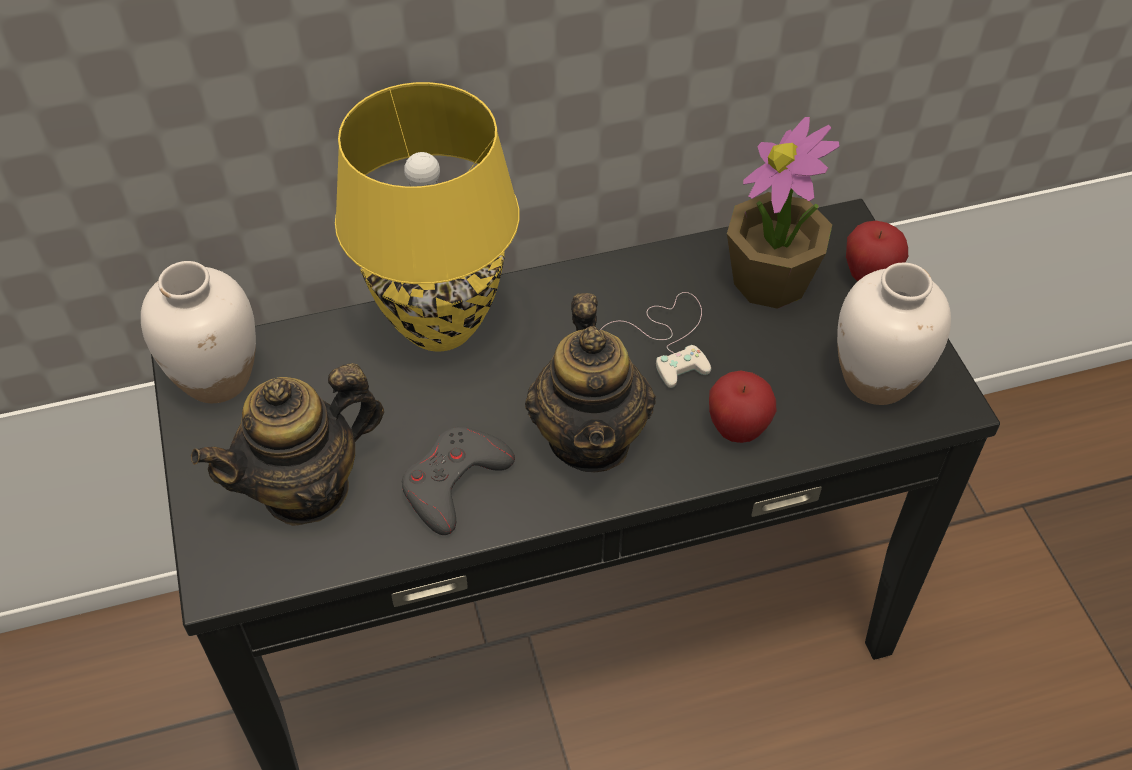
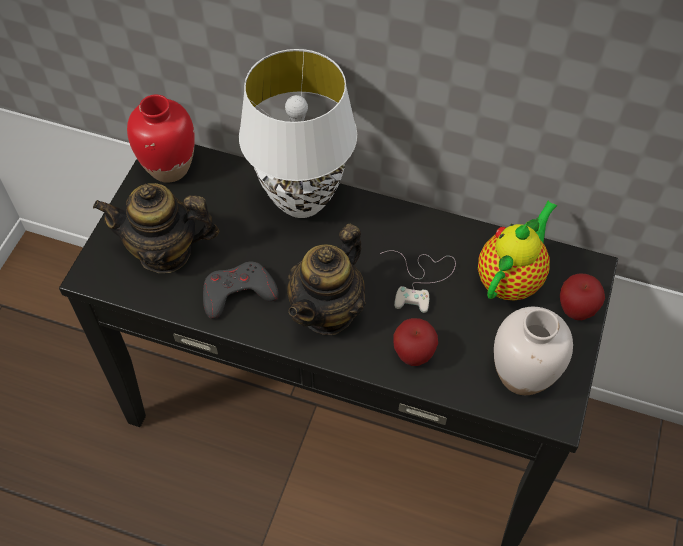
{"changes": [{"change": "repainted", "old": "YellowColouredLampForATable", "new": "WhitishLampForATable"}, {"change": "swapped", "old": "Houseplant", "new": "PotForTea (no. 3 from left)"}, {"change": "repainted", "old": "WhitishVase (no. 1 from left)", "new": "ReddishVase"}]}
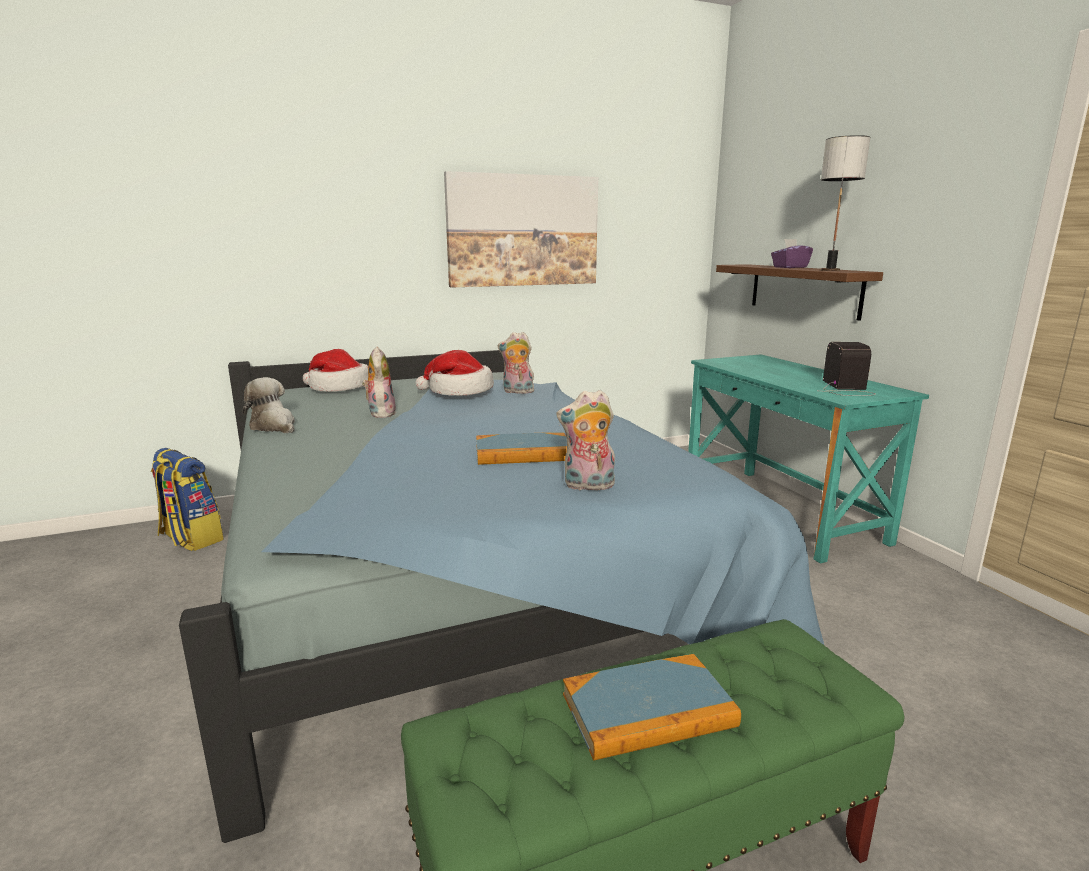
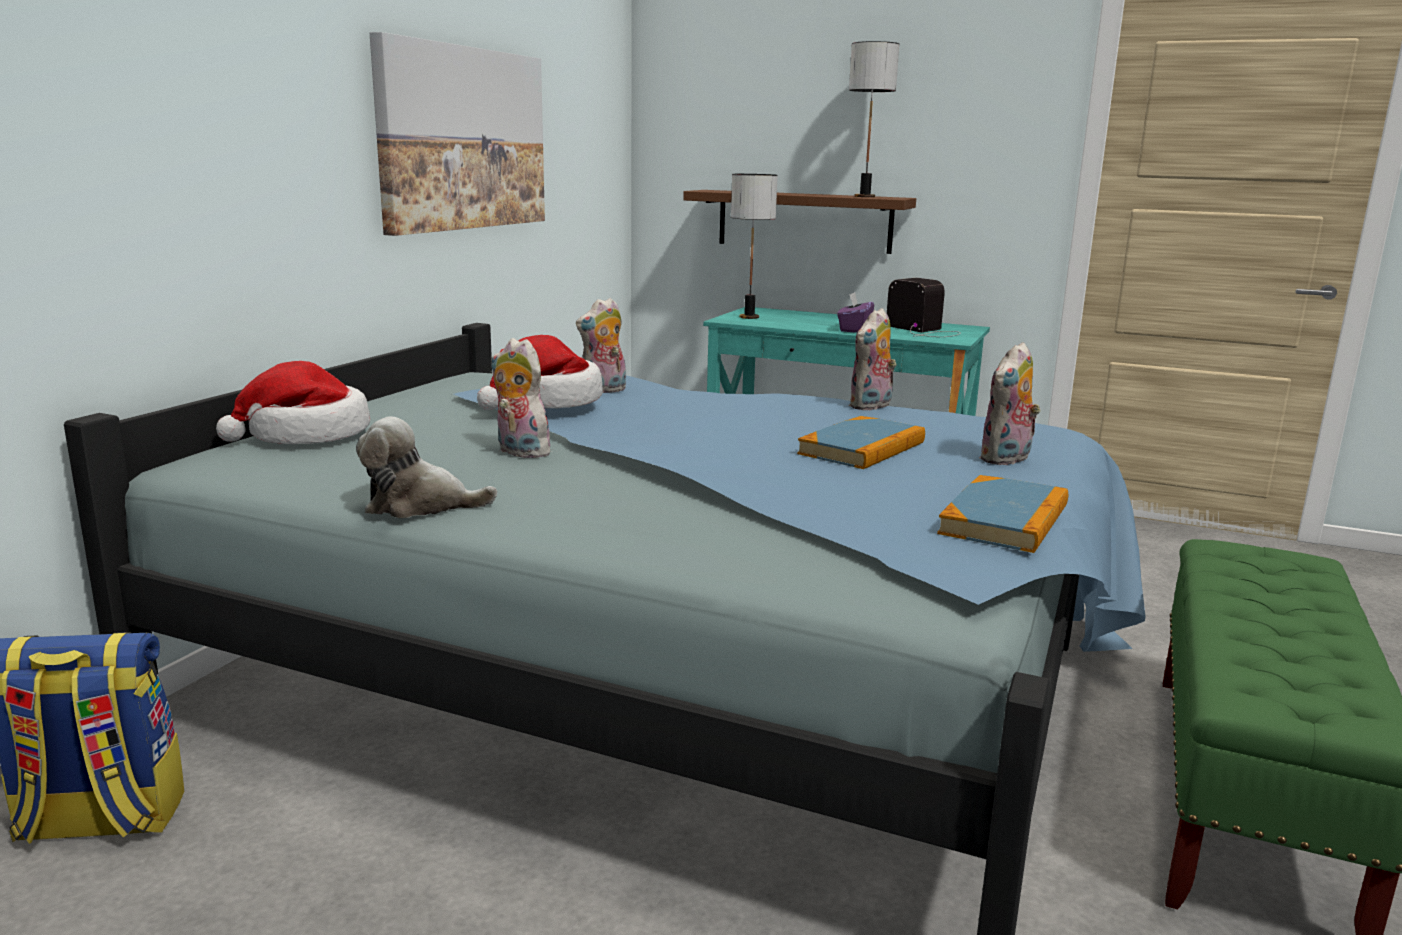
{"changes": [{"change": "shifted", "old": "PurplishTissueHolder"}, {"change": "shifted", "old": "Book (no. 2 from left)"}, {"change": "new", "new": "LampForATable (no. 1 from left)"}, {"change": "new", "new": "PlushToy (no. 4 from left)"}]}
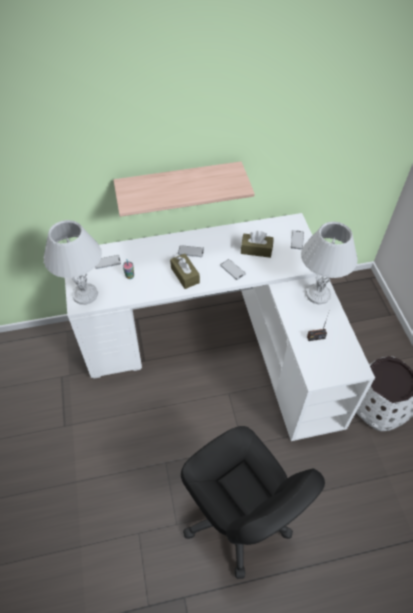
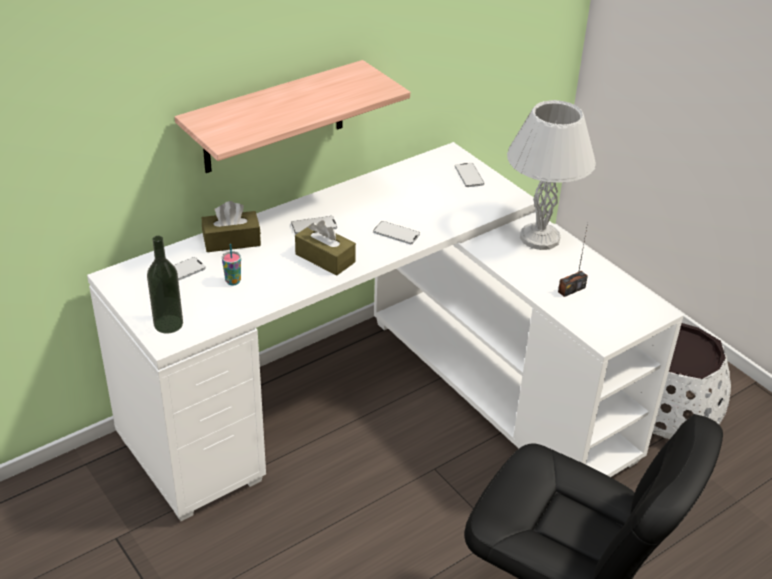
{"changes": [{"change": "swapped", "old": "WhitishLampForATable (no. 1 from left)", "new": "BeverageBottle"}, {"change": "shifted", "old": "BrownColouredTissueHolder (no. 2 from left in the first image)", "new": "BrownColouredTissueHolder (no. 1 from left)"}]}
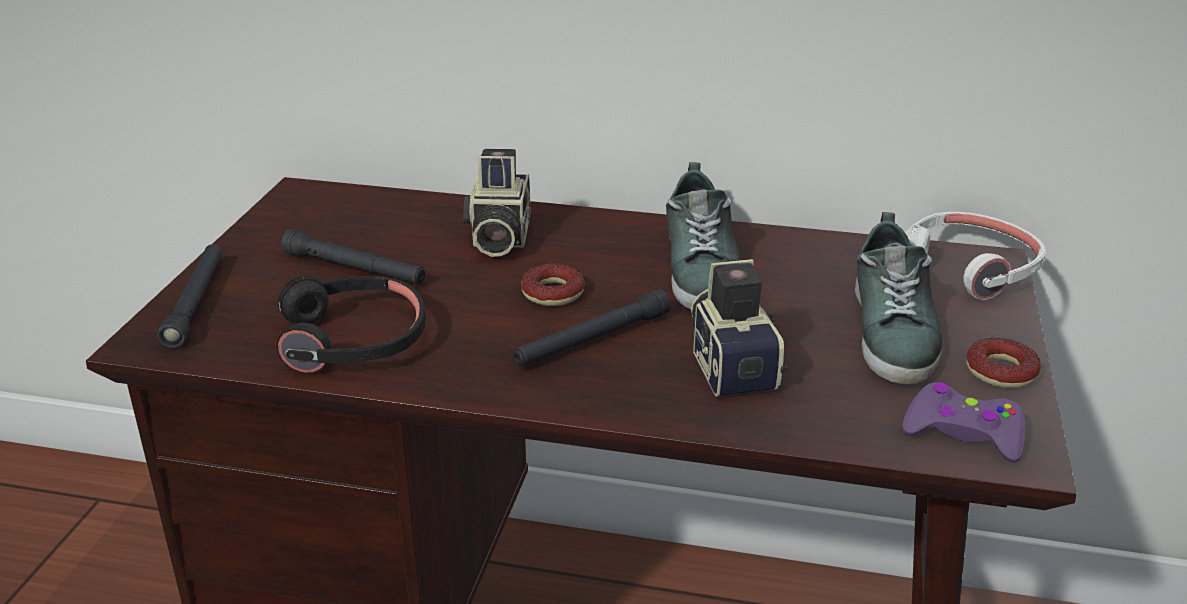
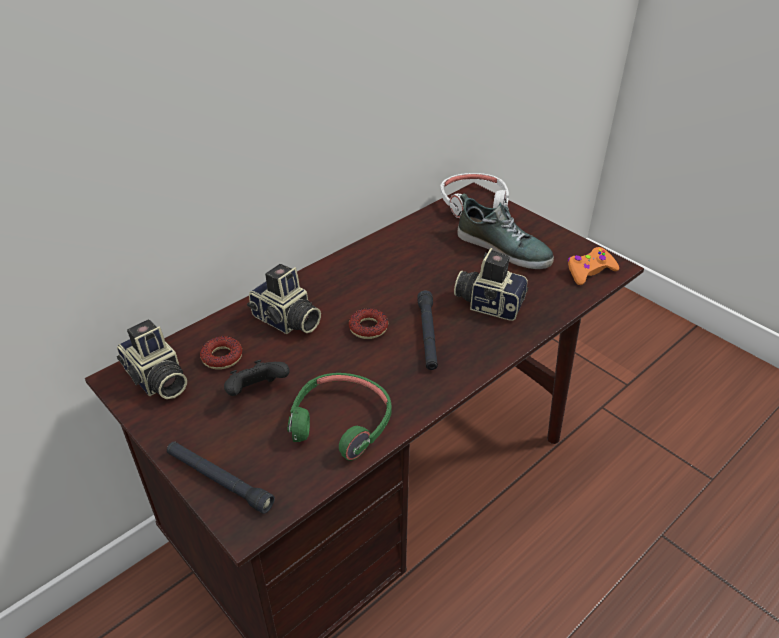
{"changes": [{"change": "gone", "old": "Shoe (no. 1 from left)"}, {"change": "swapped", "old": "BlackFlashlight (no. 2 from left)", "new": "BlackGameController"}, {"change": "repainted", "old": "BlackHeadset", "new": "GreenColouredHeadset"}, {"change": "shifted", "old": "RingDoughnut (no. 2 from left in the first image)", "new": "RingDoughnut (no. 1 from left)"}, {"change": "repainted", "old": "PurplishGameController", "new": "OrangeGameController"}, {"change": "new", "new": "StillCamera (no. 1 from left)"}]}
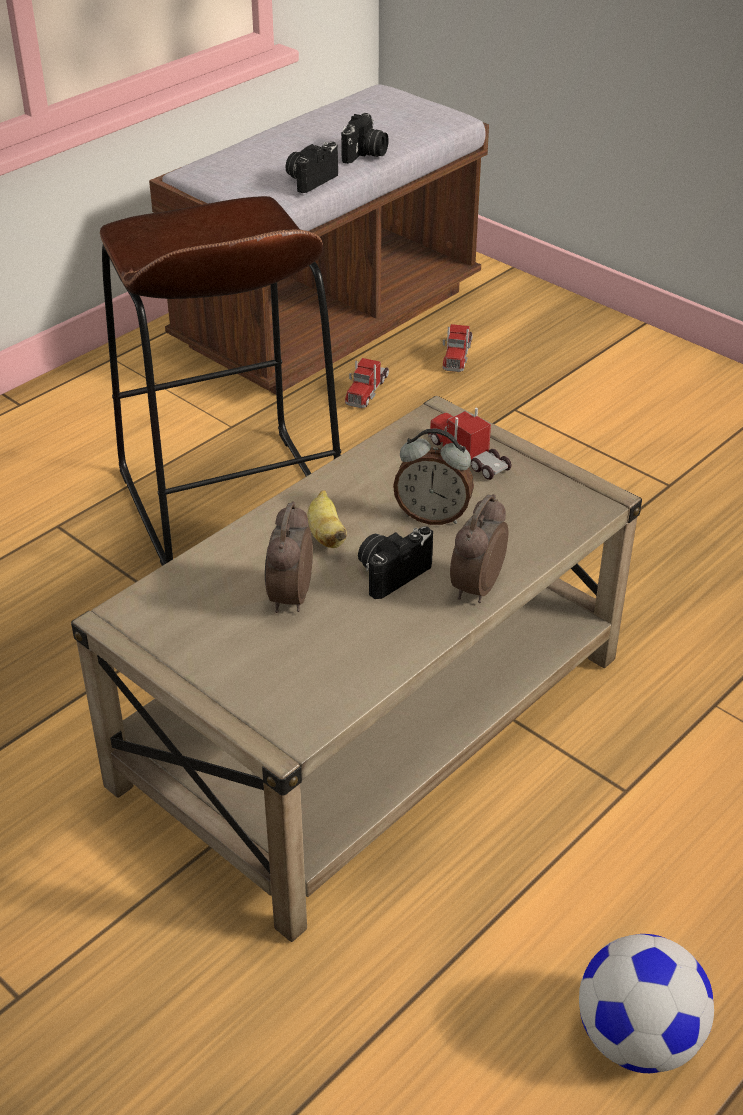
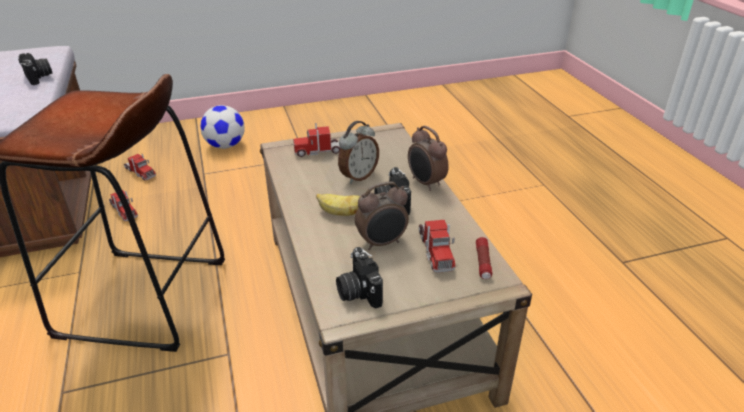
{"changes": [{"change": "shifted", "old": "StillCamera (no. 1 from left in the first image)", "new": "StillCamera (no. 2 from left)"}, {"change": "rotated", "old": "AlarmClock (no. 1 from left in the first image)", "degrees": -60}, {"change": "shifted", "old": "Football"}, {"change": "new", "new": "ToyTruck (no. 4 from left)"}, {"change": "new", "new": "Flashlight"}]}
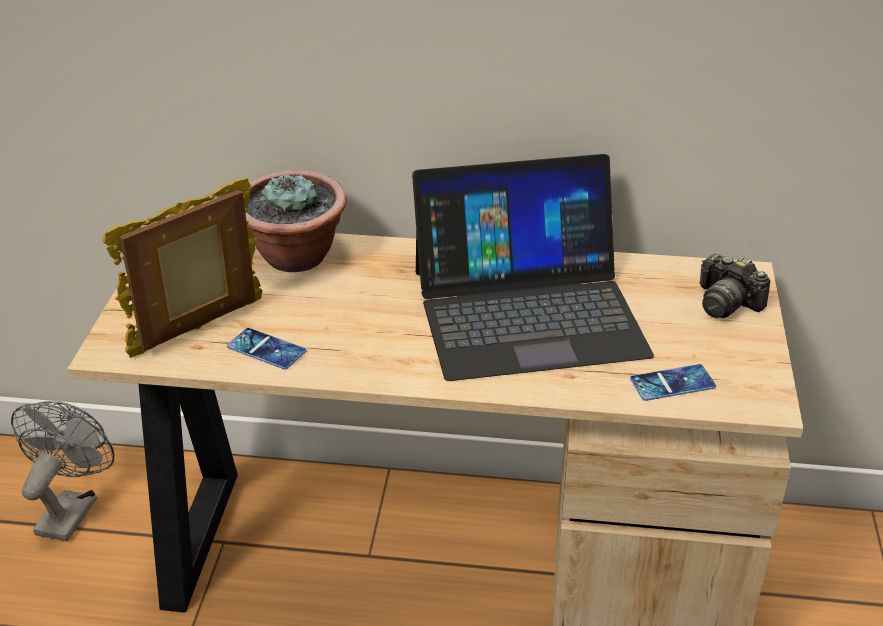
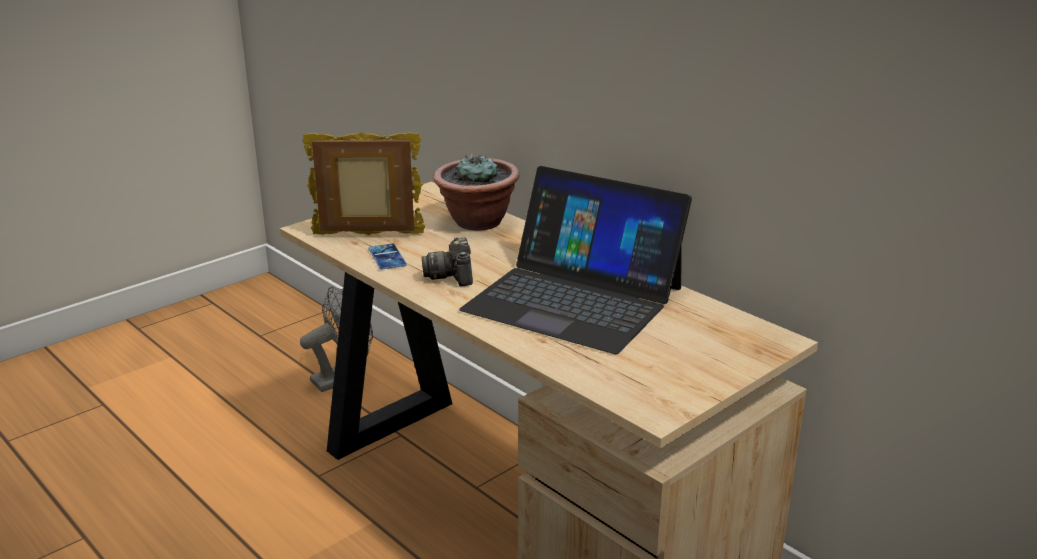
{"changes": [{"change": "shifted", "old": "StillCamera"}, {"change": "gone", "old": "Phone (no. 2 from left)"}]}
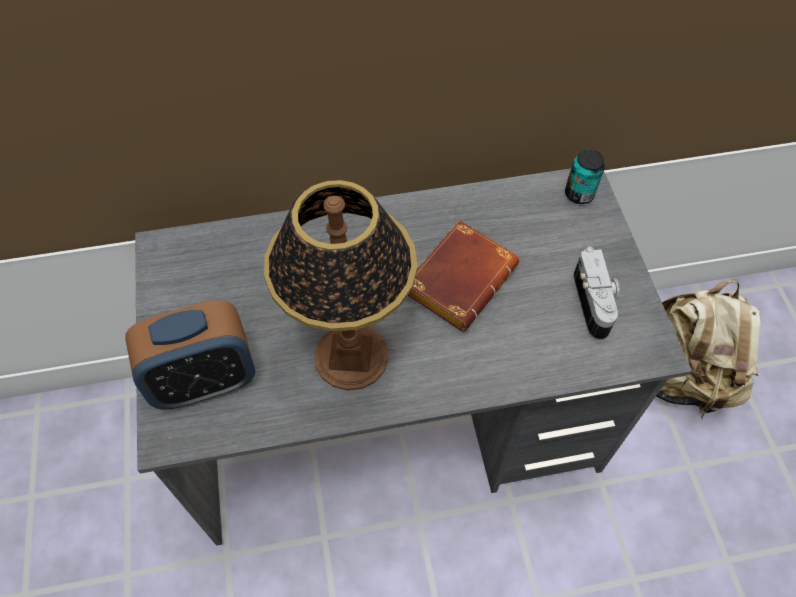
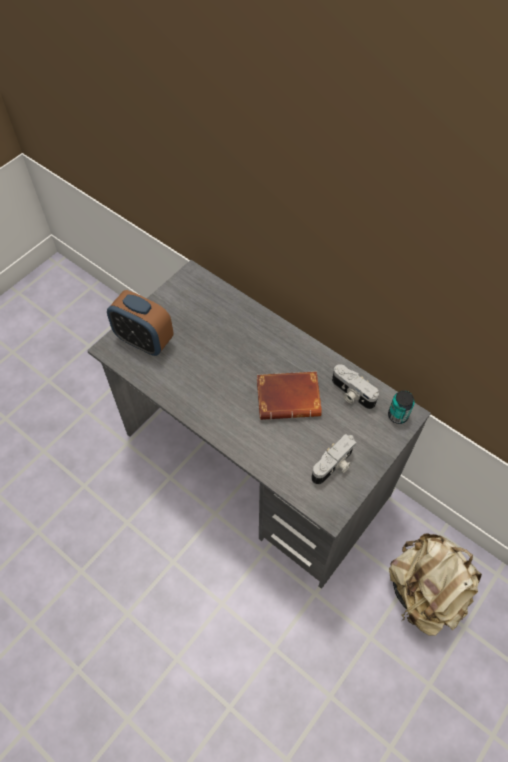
{"changes": [{"change": "gone", "old": "LampForATable"}, {"change": "new", "new": "StillCamera (no. 2 from left)"}]}
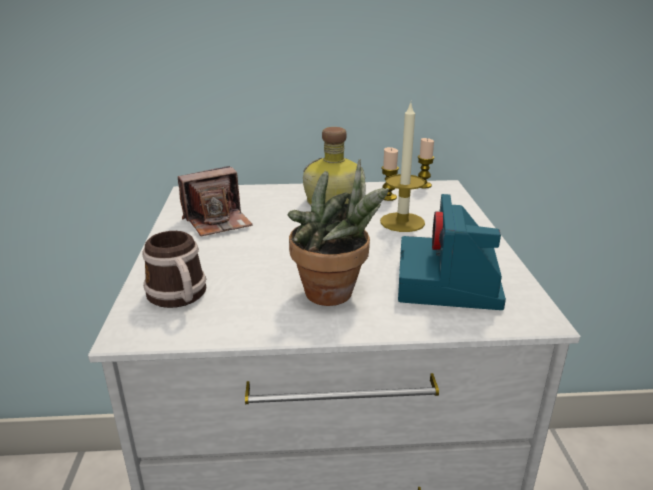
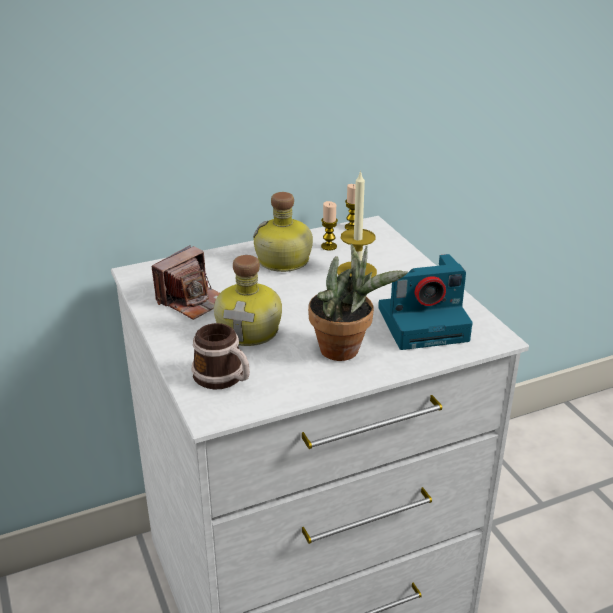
{"changes": [{"change": "rotated", "old": "StillCamera (no. 2 from left)", "degrees": -90}, {"change": "new", "new": "BeverageBottle (no. 1 from left)"}]}
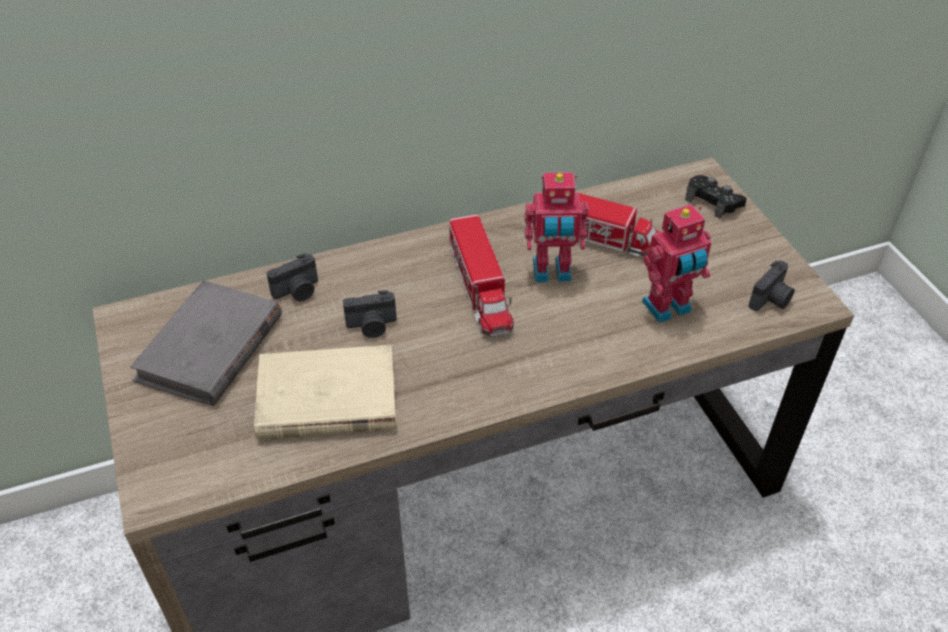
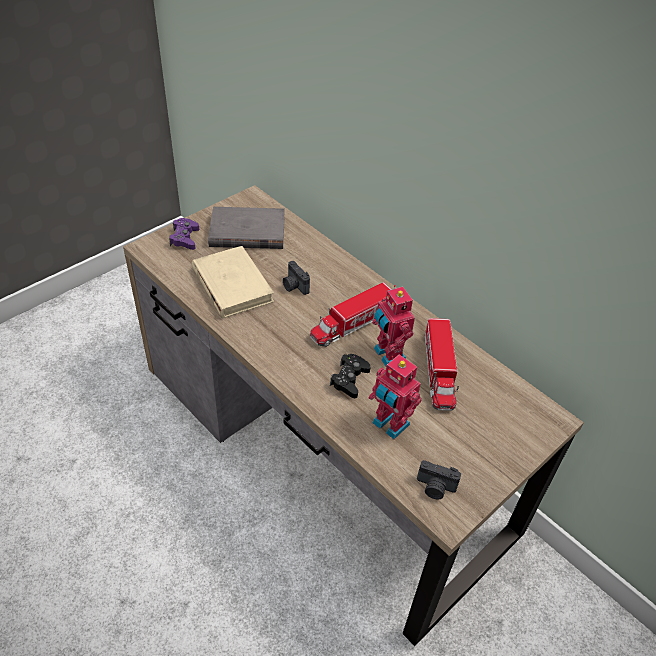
{"changes": [{"change": "shifted", "old": "BlackGameController"}, {"change": "gone", "old": "StillCamera (no. 1 from left)"}, {"change": "new", "new": "PurplishGameController"}]}
